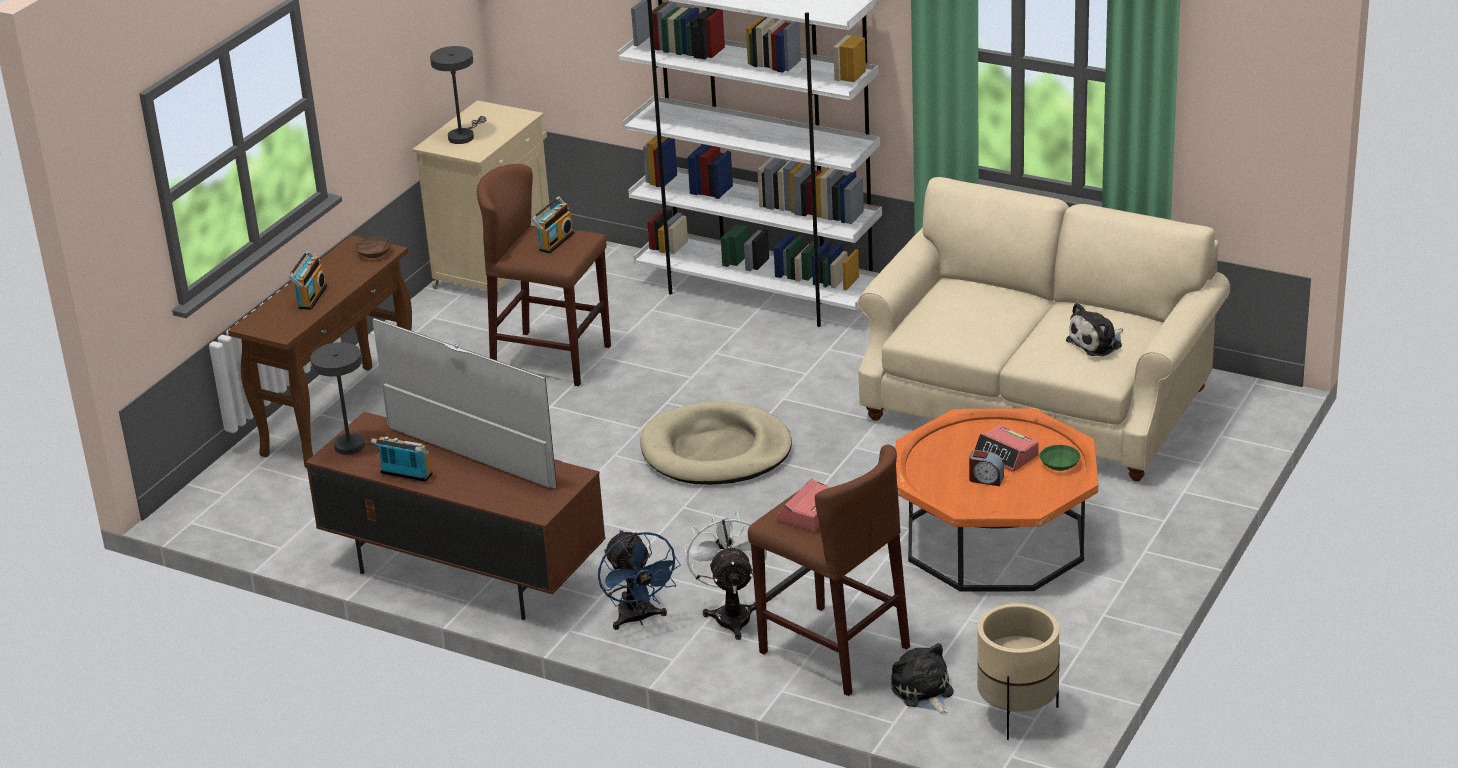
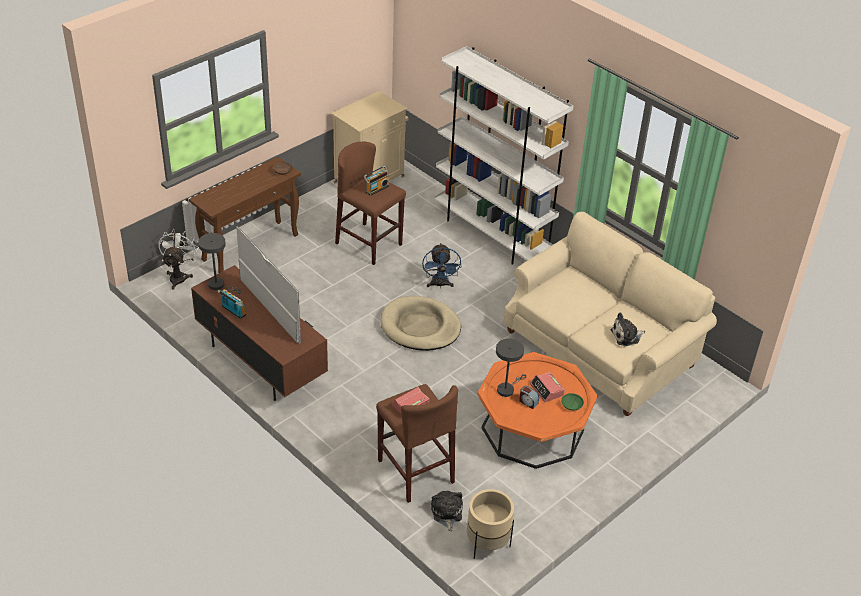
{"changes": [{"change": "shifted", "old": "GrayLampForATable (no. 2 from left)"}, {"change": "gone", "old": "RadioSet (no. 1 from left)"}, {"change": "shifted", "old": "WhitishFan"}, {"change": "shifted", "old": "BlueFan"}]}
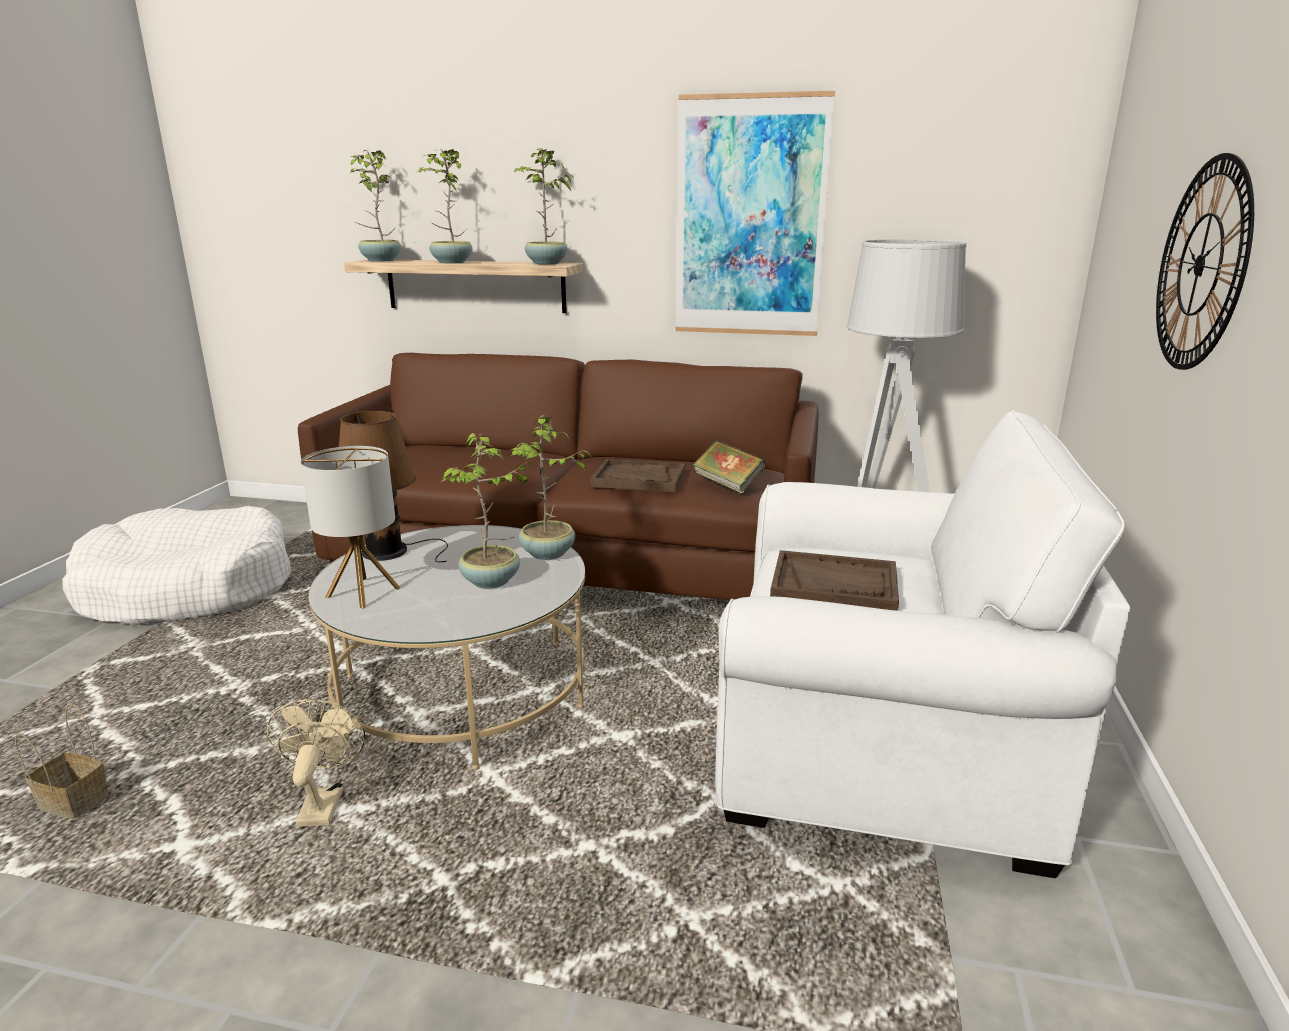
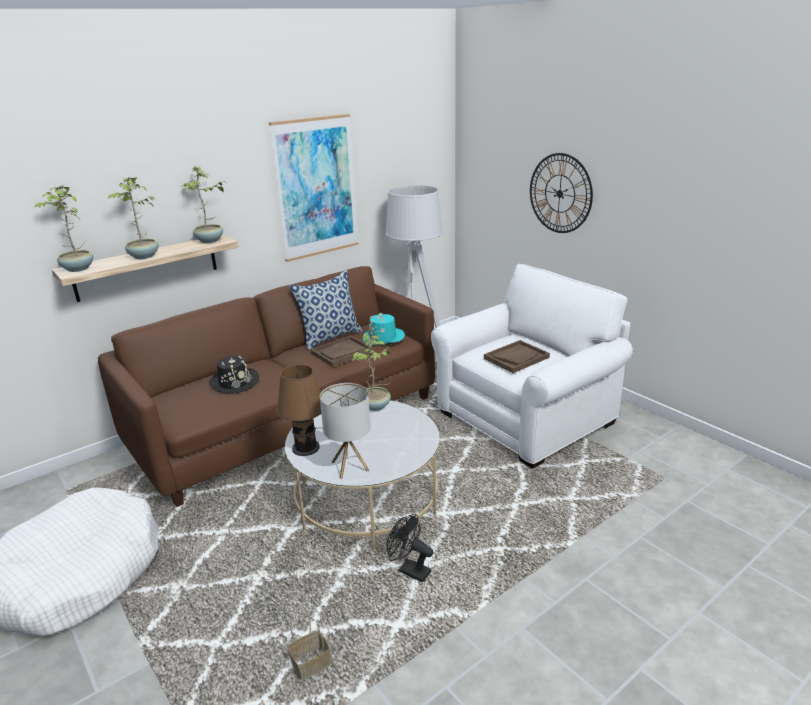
{"changes": [{"change": "gone", "old": "Houseplant (no. 3 from left)"}, {"change": "swapped", "old": "Book", "new": "TurquoiseClothingHat"}, {"change": "repainted", "old": "BeigeFan", "new": "BlackFan"}, {"change": "new", "new": "Pillow"}, {"change": "new", "new": "BlackClothingHat"}]}
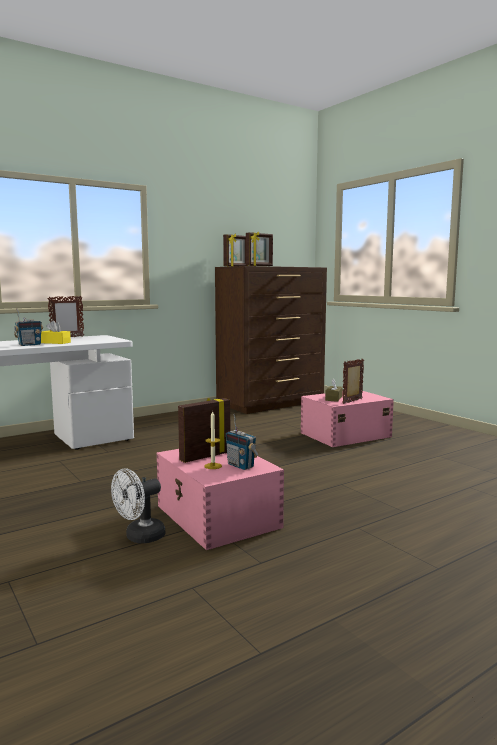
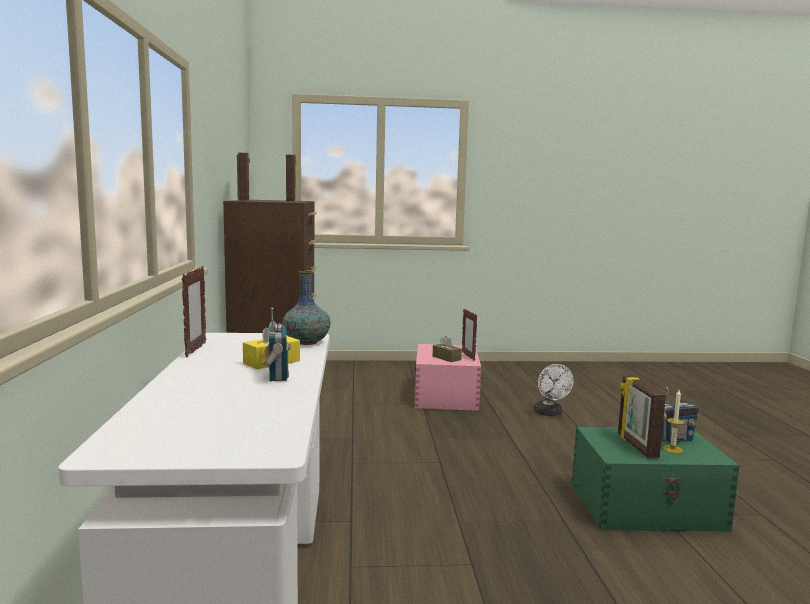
{"changes": [{"change": "repainted", "old": "PinkStorageBox (no. 1 from left)", "new": "GreenColouredStorageBox"}, {"change": "shifted", "old": "WhitishFan"}, {"change": "new", "new": "Vase"}]}
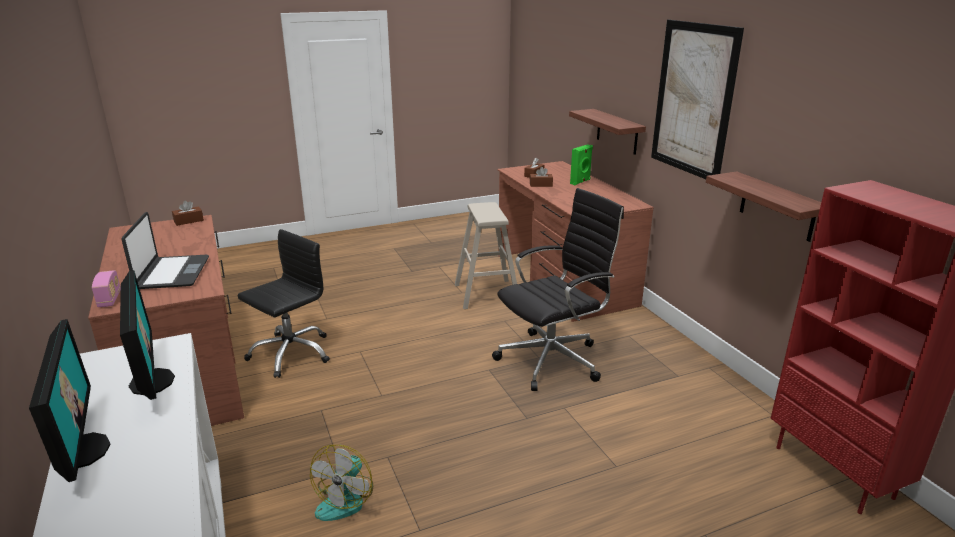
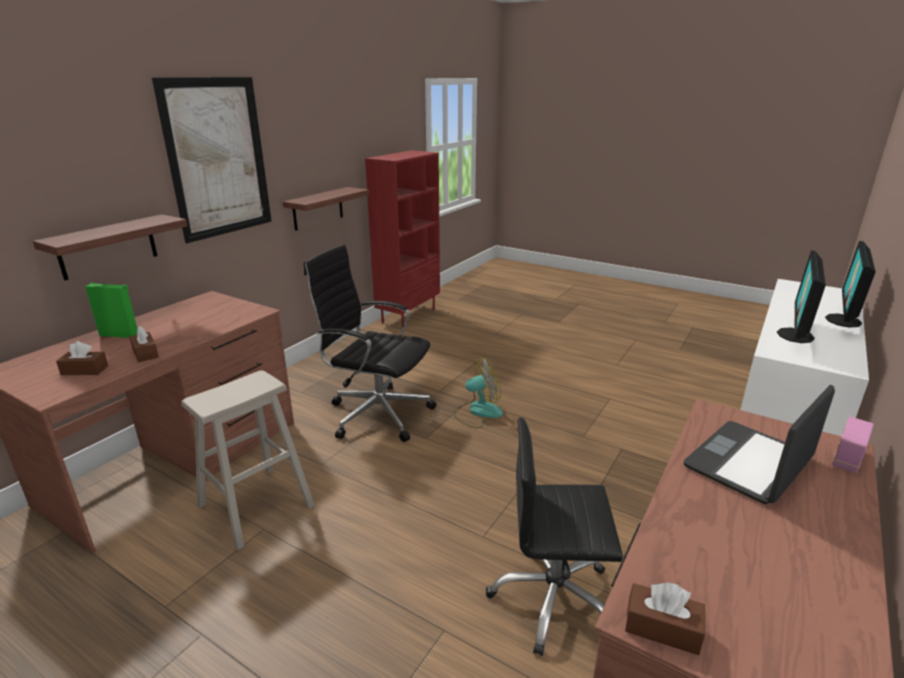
{"changes": [{"change": "shifted", "old": "Fan"}]}
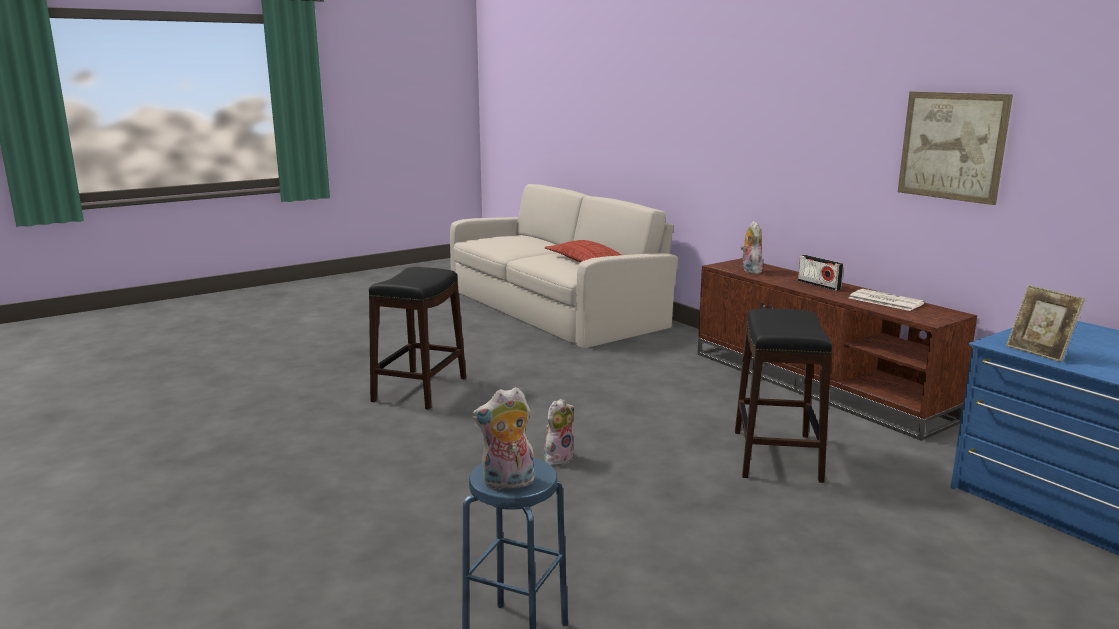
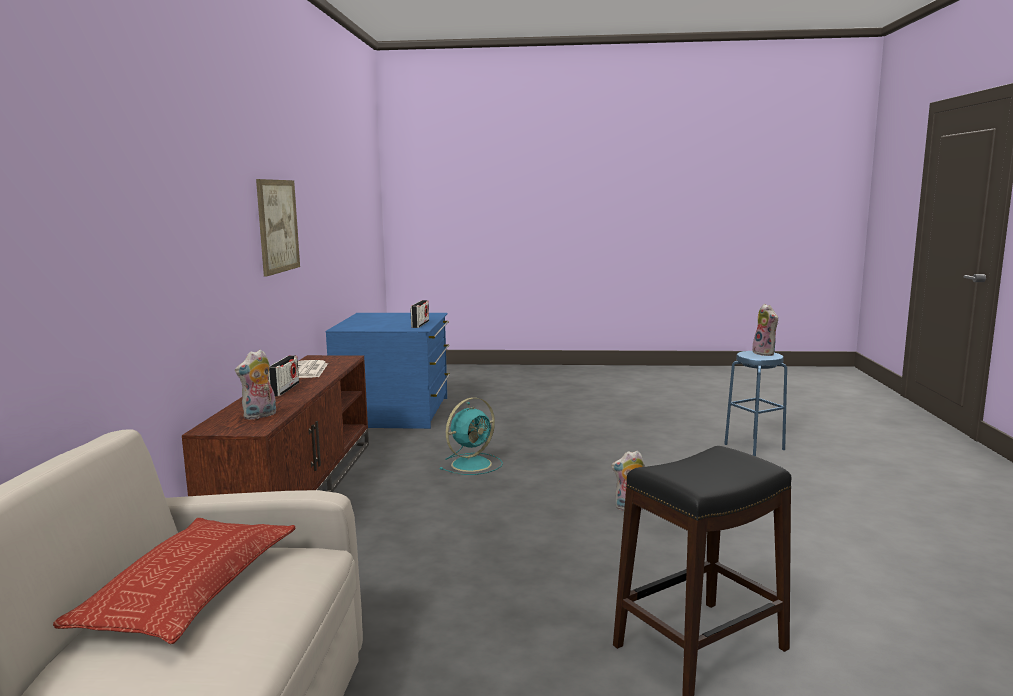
{"changes": [{"change": "swapped", "old": "StandingFrame", "new": "RadioSet (no. 2 from left)"}, {"change": "swapped", "old": "BlackStool (no. 2 from left)", "new": "TurquoiseFan"}, {"change": "rotated", "old": "PlushToy (no. 1 from left in the first image)", "degrees": 45}]}
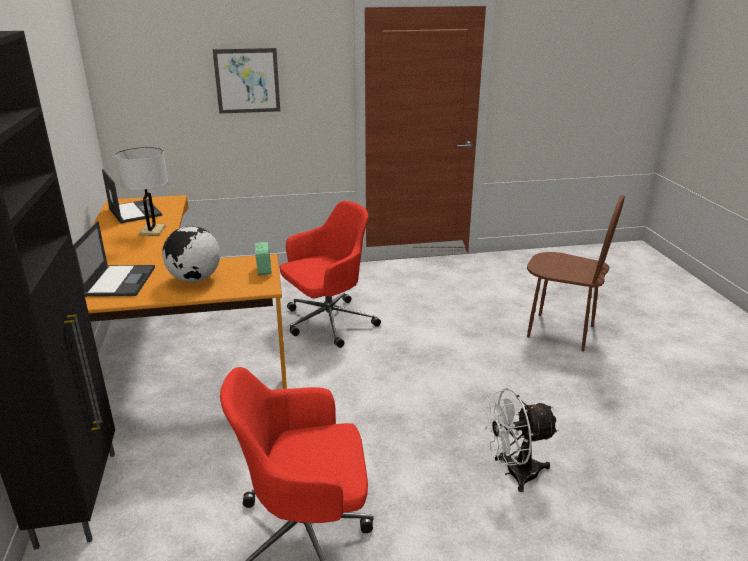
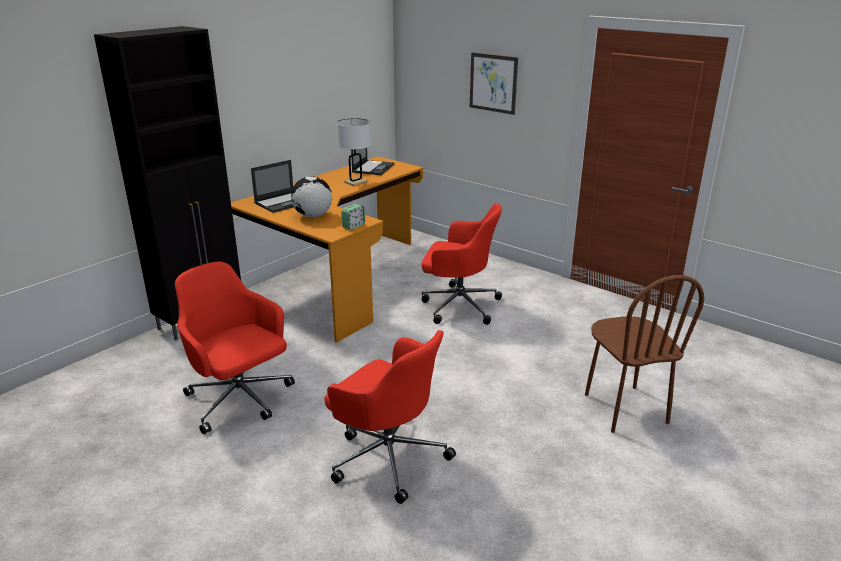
{"changes": [{"change": "swapped", "old": "WhitishFan", "new": "ReddishOfficeChair (no. 2 from left)"}]}
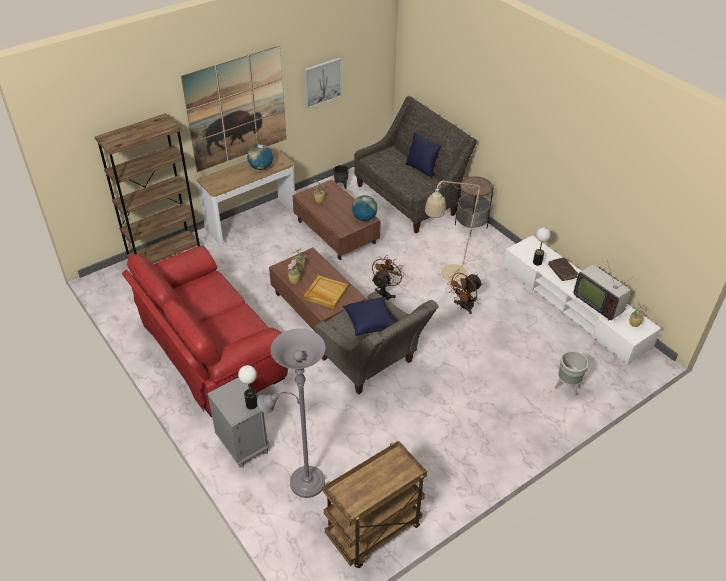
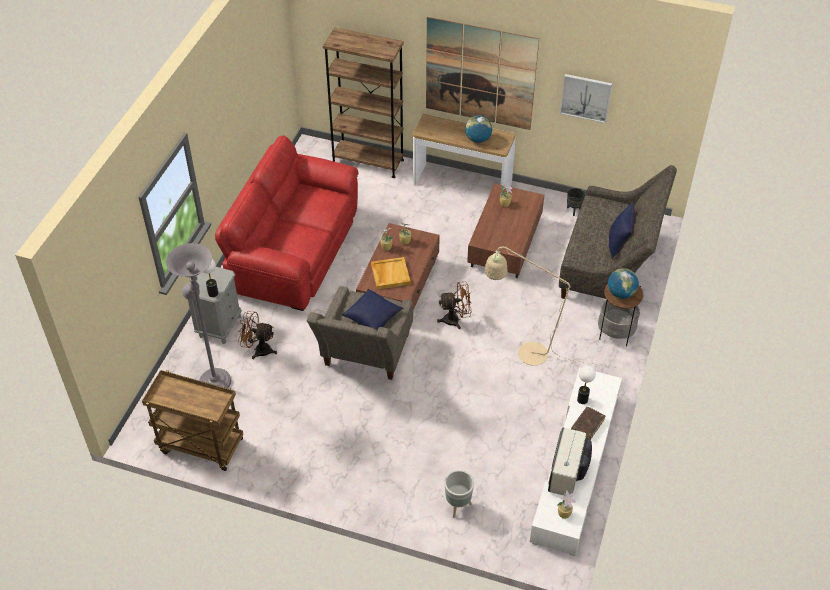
{"changes": [{"change": "shifted", "old": "WorldGlobe (no. 2 from left)"}, {"change": "shifted", "old": "BrownColouredFan (no. 2 from left in the first image)", "new": "BrownColouredFan (no. 1 from left)"}]}
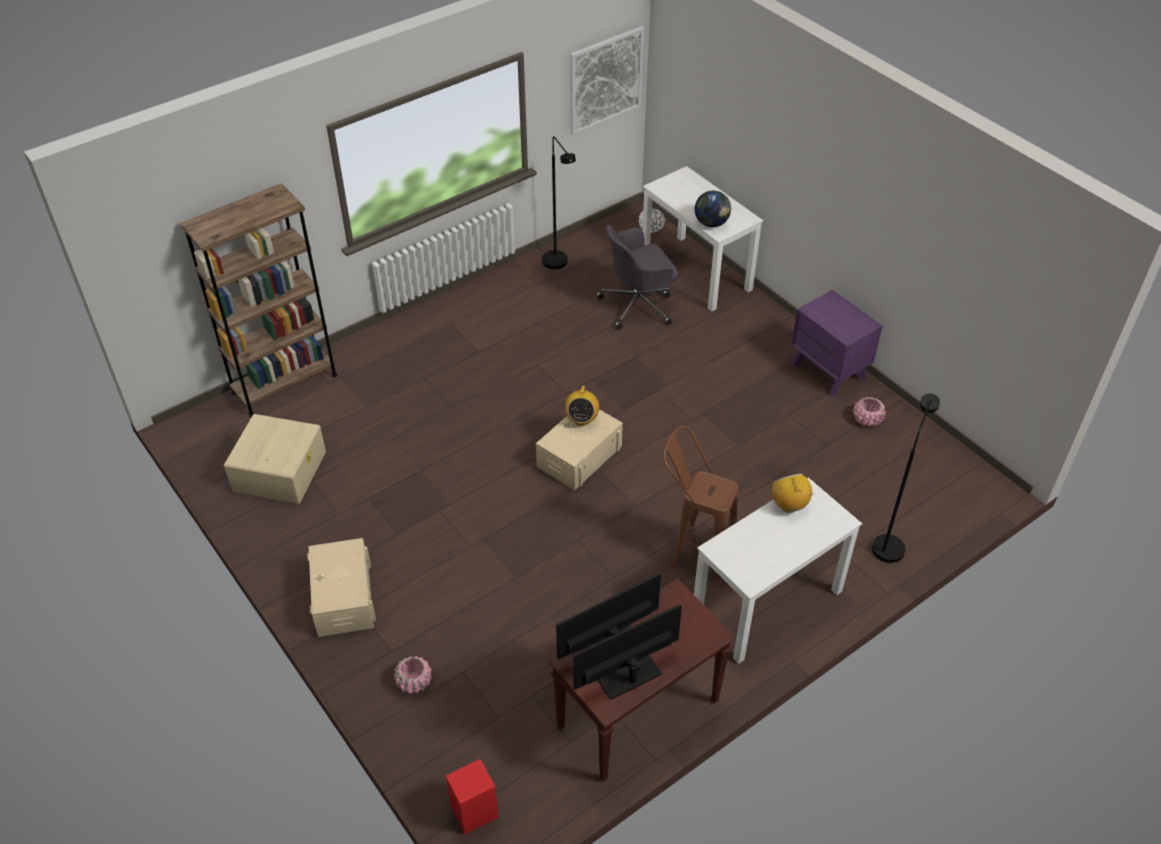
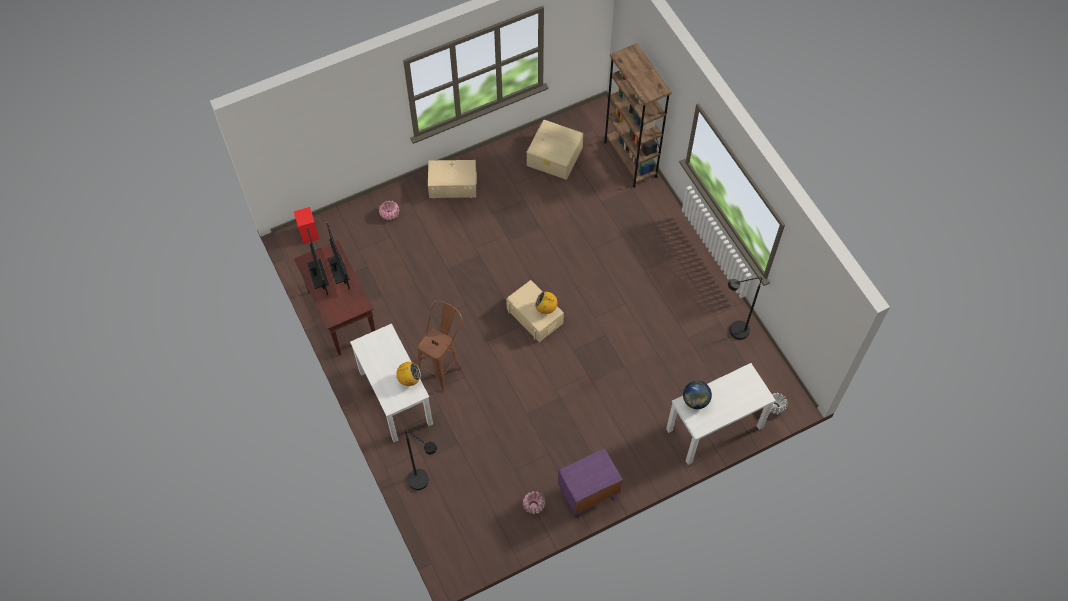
{"changes": [{"change": "gone", "old": "Picture"}, {"change": "gone", "old": "GrayOfficeChair"}]}
